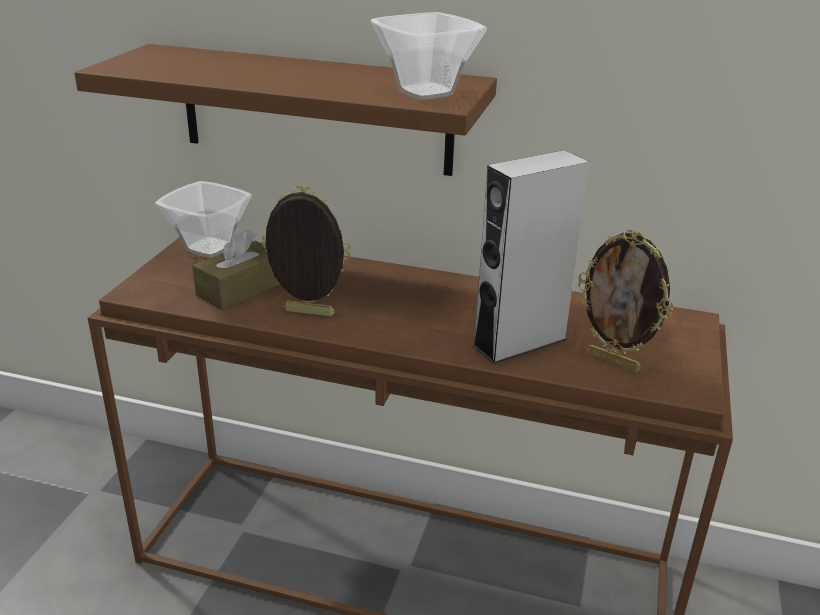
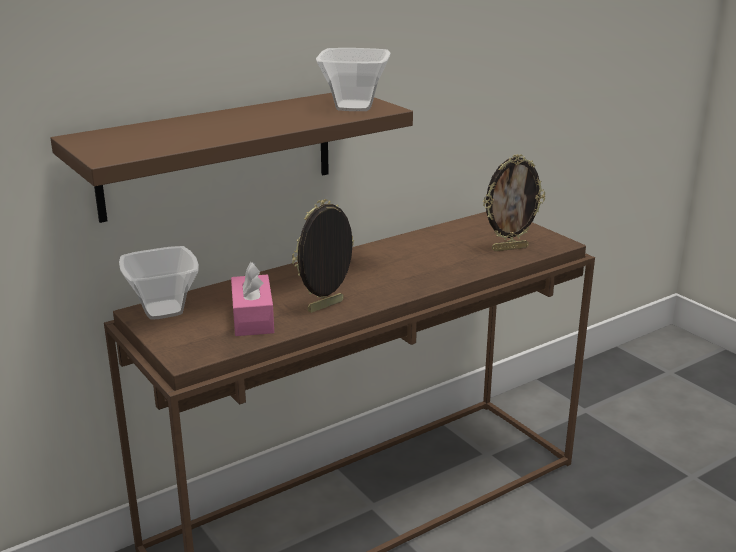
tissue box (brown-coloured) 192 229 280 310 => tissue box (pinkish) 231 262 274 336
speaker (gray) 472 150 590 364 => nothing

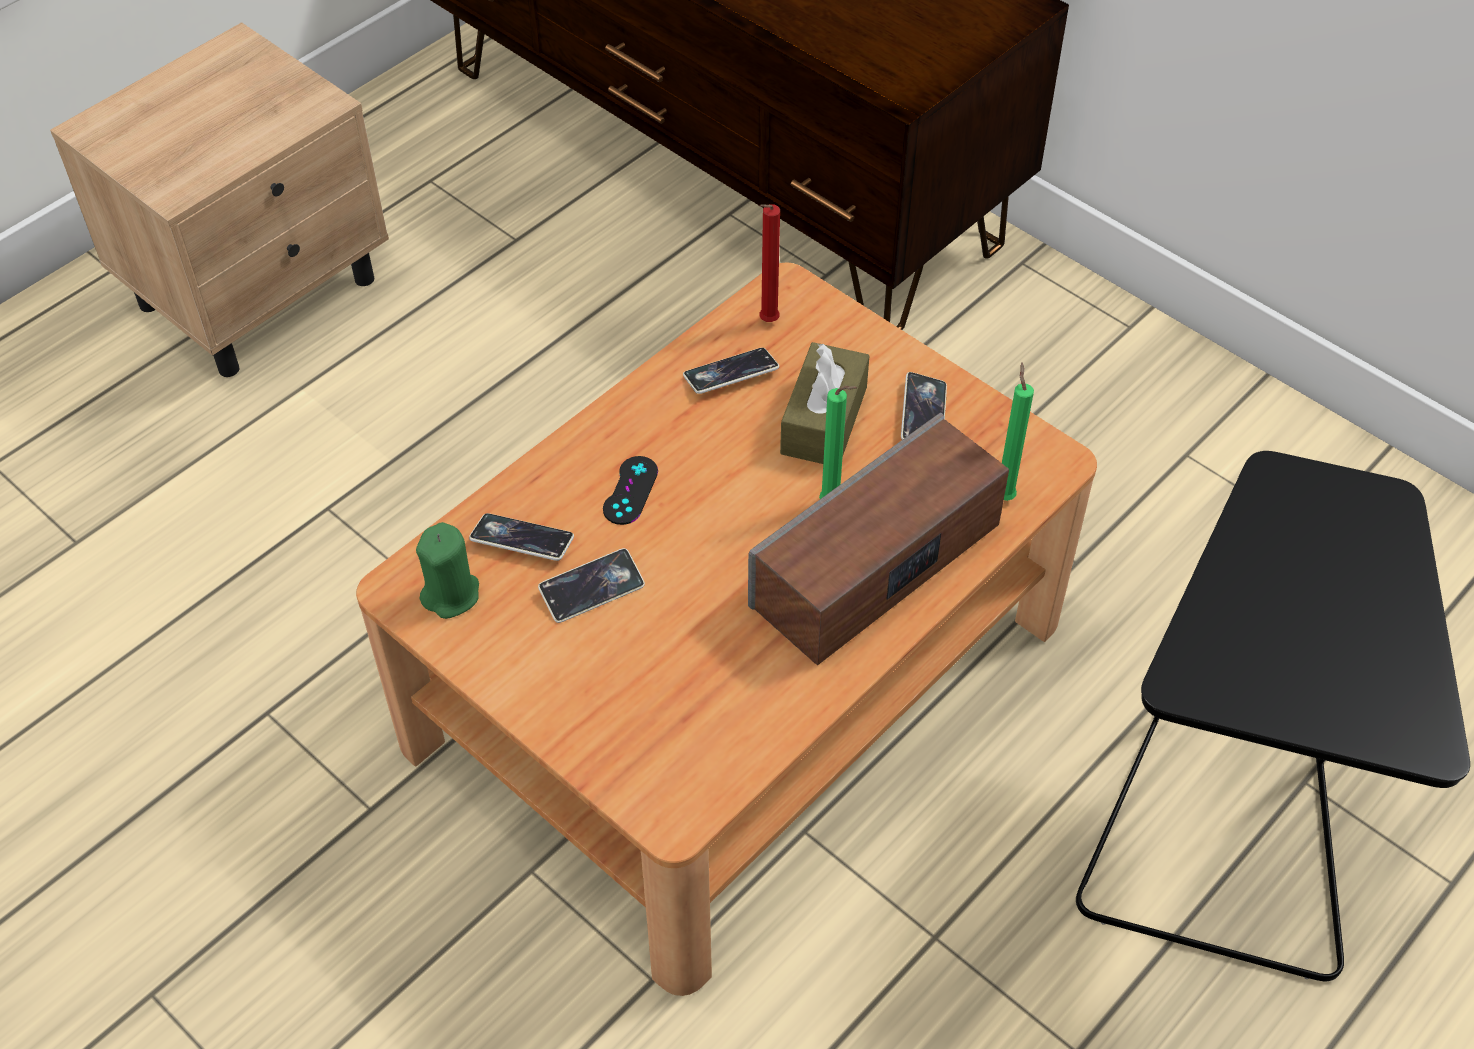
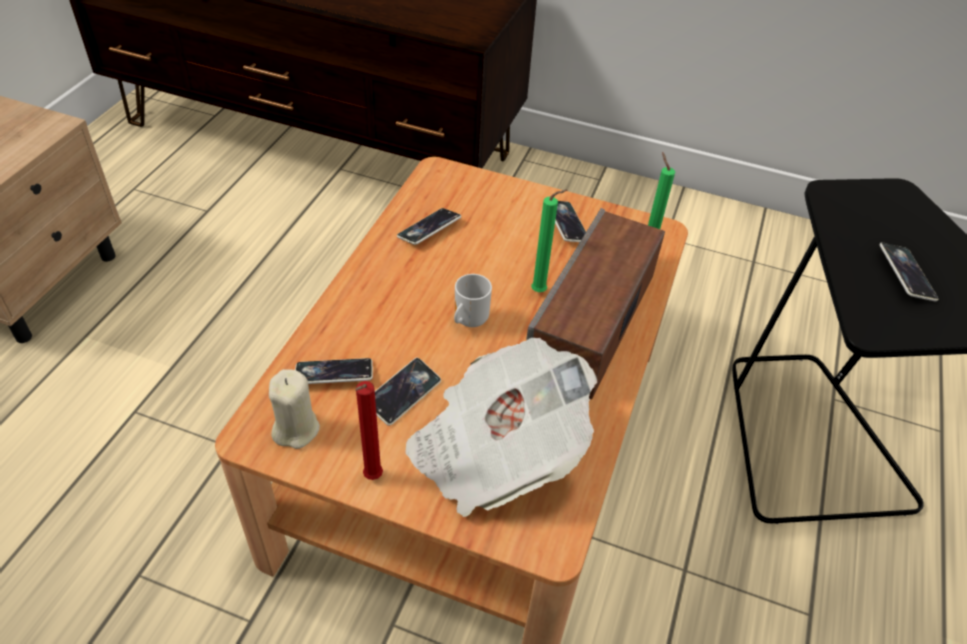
wax candle (green) 416 522 479 619 => wax candle (sand-coloured) 269 369 320 449
gamepad (blackish) 603 456 658 525 => nothing
wax candle (red-coloured) 759 204 780 322 => wax candle (red-coloured) 355 381 383 480, move
tissue box (brown-coloured) 780 342 870 464 => nothing
nothing => daily paper 405 338 597 517
nothing => coffee mug 454 274 492 327
nothing => handset 879 242 938 301

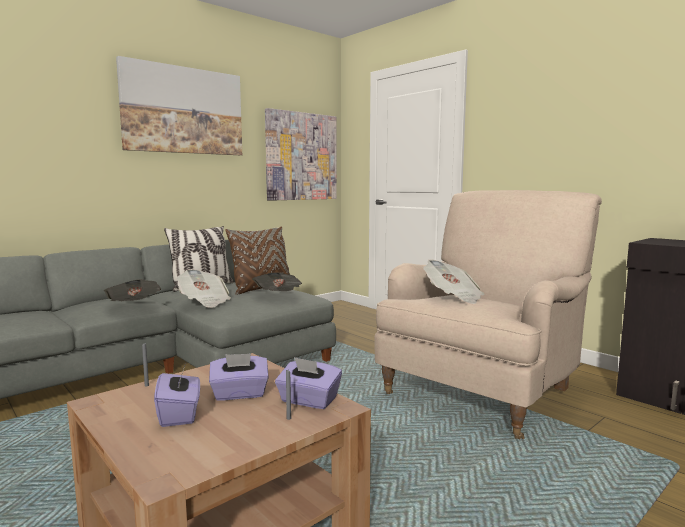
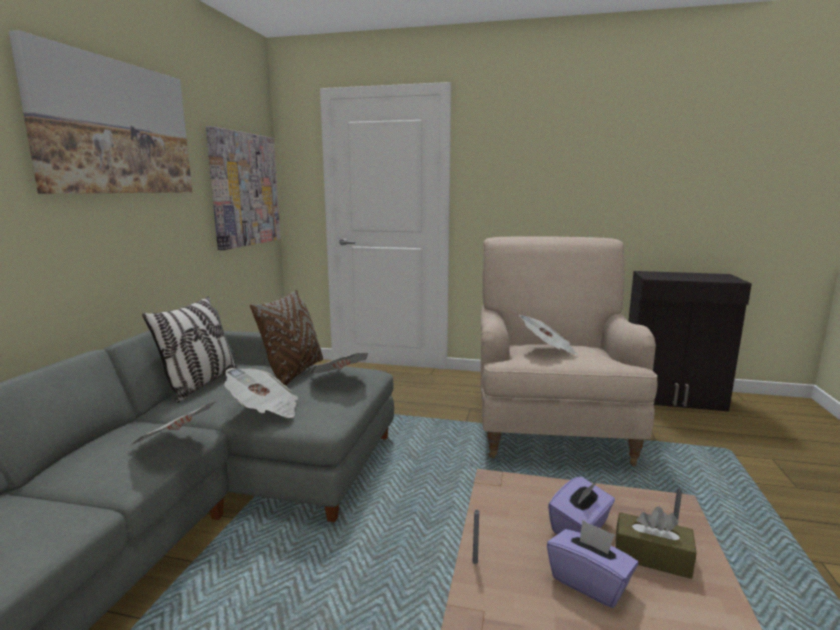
tissue box (purplish) 275 357 342 409 => nothing
nothing => tissue box (brown-coloured) 615 507 697 579

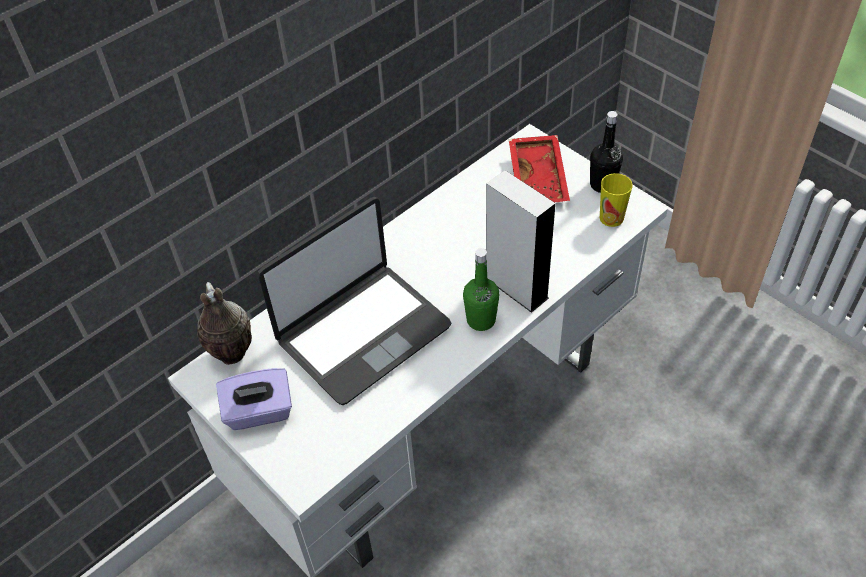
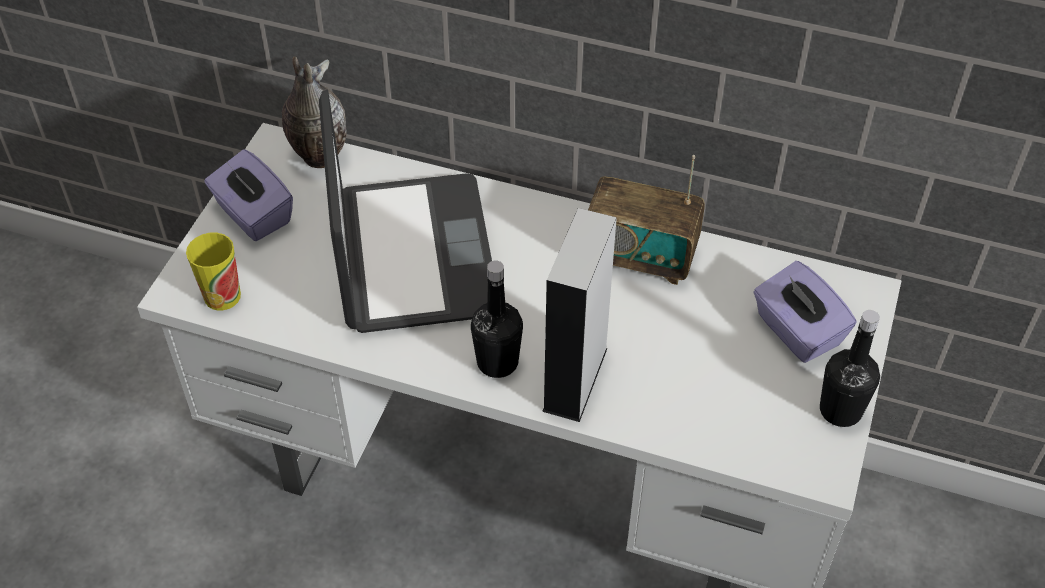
notebook computer 257 197 451 405 => notebook computer 319 90 492 333, 120 degrees counterclockwise
bottle (green) 463 248 499 331 => bottle (blackish) 471 261 523 378
tray (red-coloured) 509 135 570 202 => tissue box (purplish) 753 261 857 363
cup 600 173 633 227 => cup 186 233 241 310, move
nothing => radio set 588 155 705 285

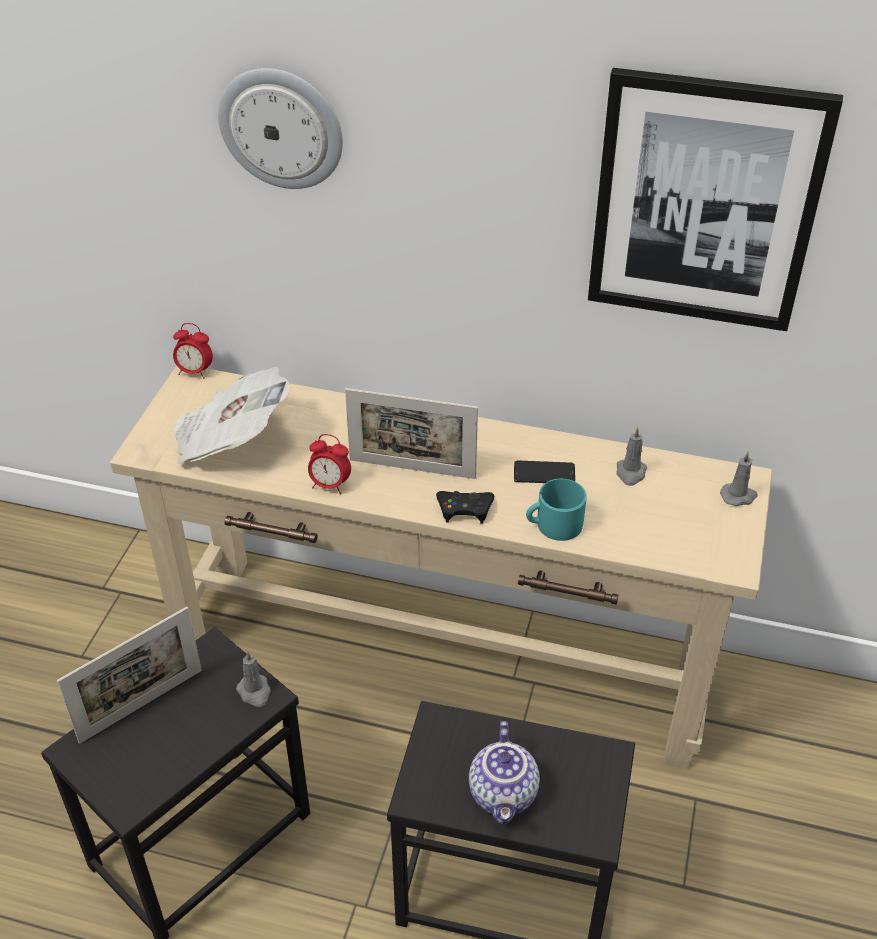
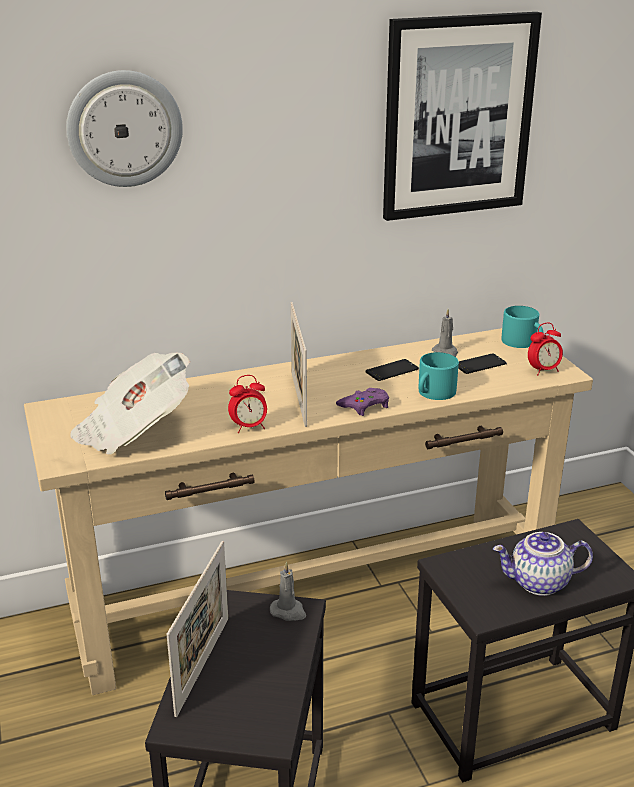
bedside clock 173 323 213 379 => bedside clock 528 323 563 375, move
photo frame 345 388 478 479 => photo frame 291 302 307 427, 105 degrees clockwise
gamepad (blackish) 436 491 494 524 => gamepad (purplish) 336 388 389 416
tea pot 469 721 540 824 => tea pot 493 532 593 596, 120 degrees clockwise
wax candle (gray) 720 451 758 506 => coffee mug (turquoise) 502 306 543 348
nothing => handset 458 354 507 374

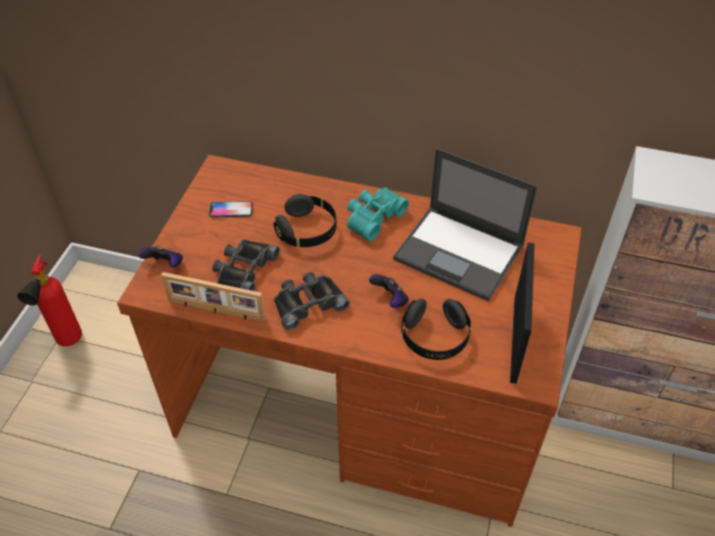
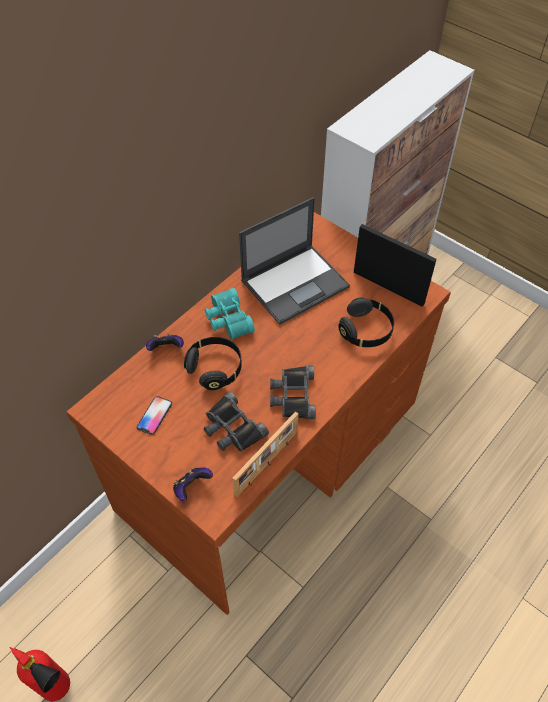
gamepad 369 274 409 308 => gamepad 146 333 184 351, move

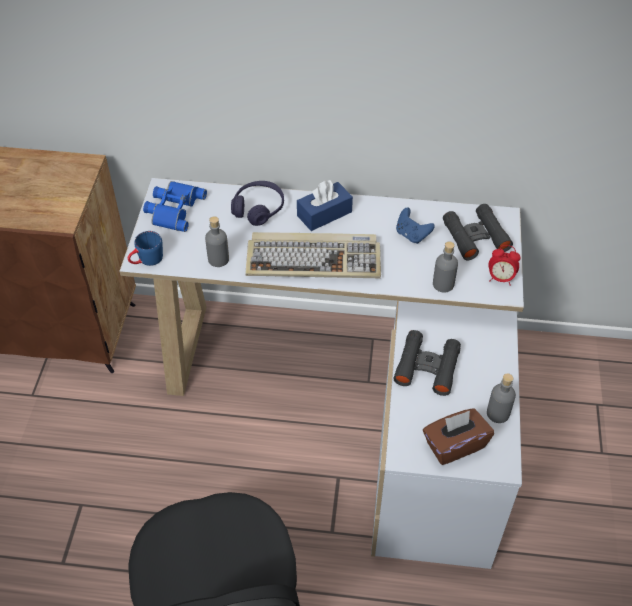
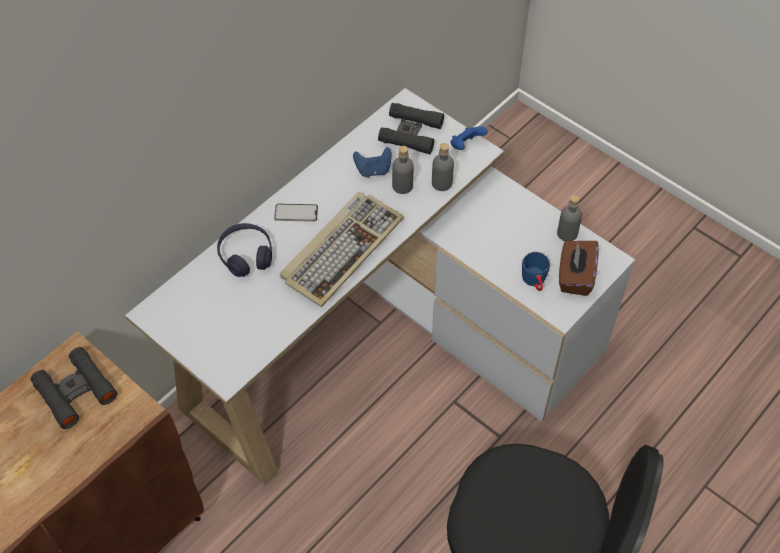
coffee mug (blue) 127 231 163 266 => coffee mug (blue) 522 252 550 291, move
pair of binoculars (blue) 143 181 207 232 => nothing
bottle (gray) 205 216 229 267 => bottle (gray) 392 146 414 194, move
tissue box (blue) 297 180 353 231 => handset 274 204 318 222
pair of binoculars (blackish) 393 330 461 396 => pair of binoculars (blackish) 31 347 117 429, move
bedside clock 488 245 521 286 => gamepad (blue) 451 126 488 150

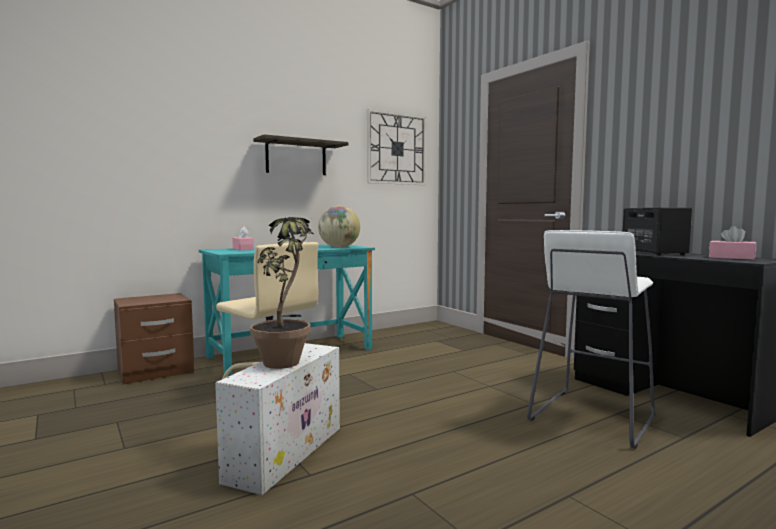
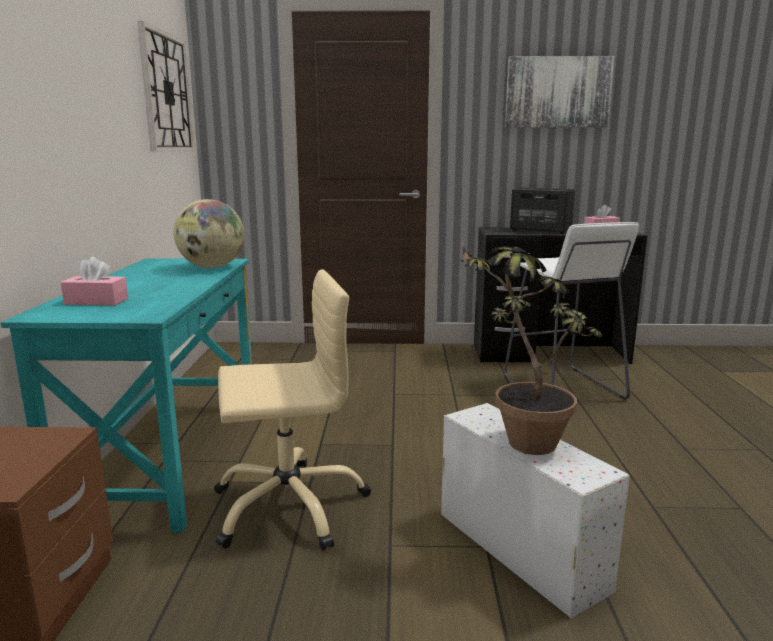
shelf 253 134 349 175 => nothing
nothing => wall picture 505 56 615 128

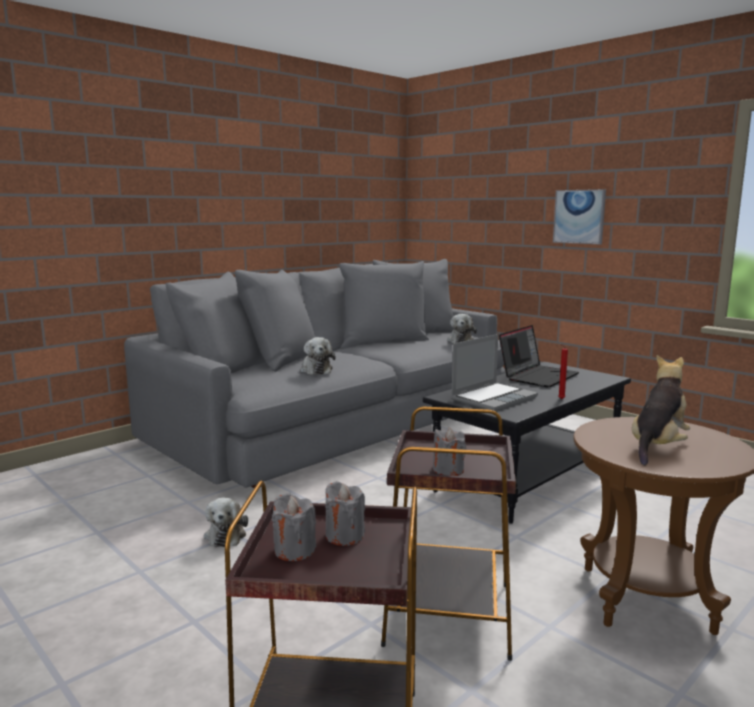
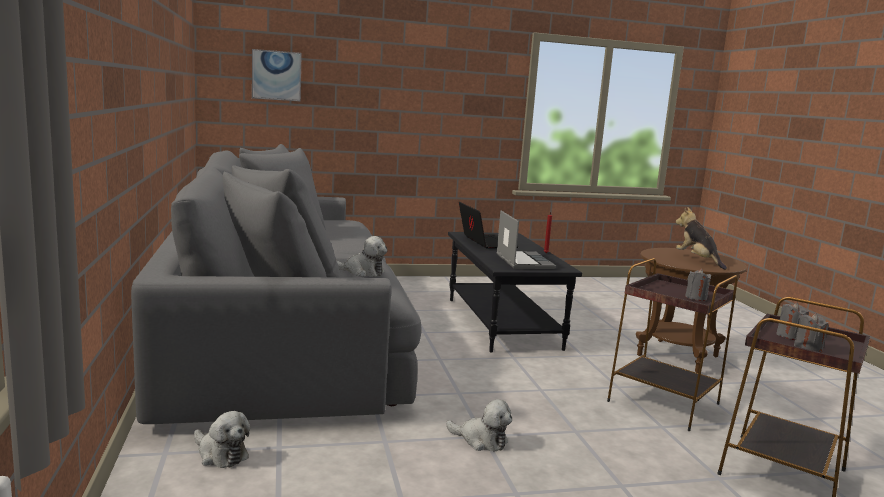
soft toy 447 314 477 343 => soft toy 194 411 250 468, move
wall picture 553 189 606 245 => wall picture 252 49 302 102, move

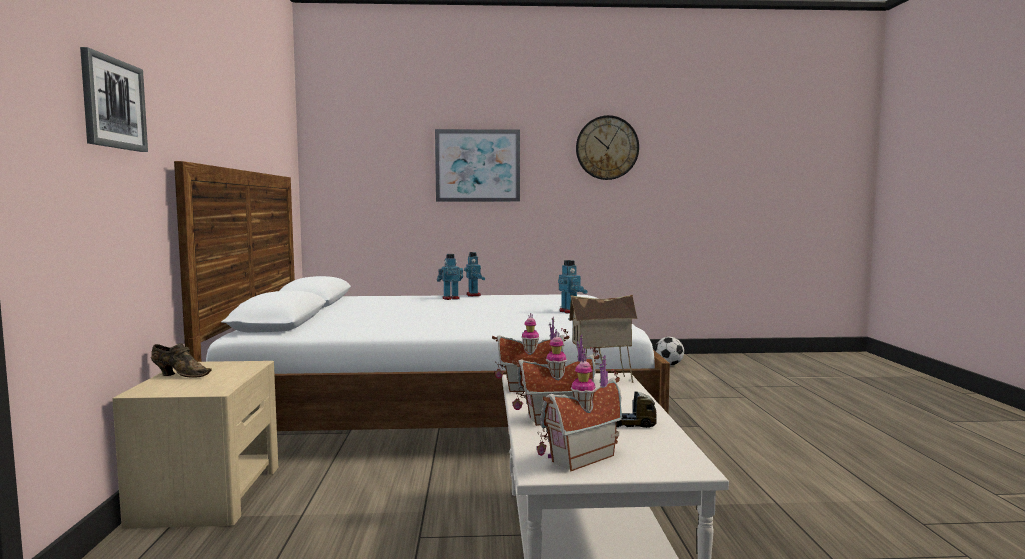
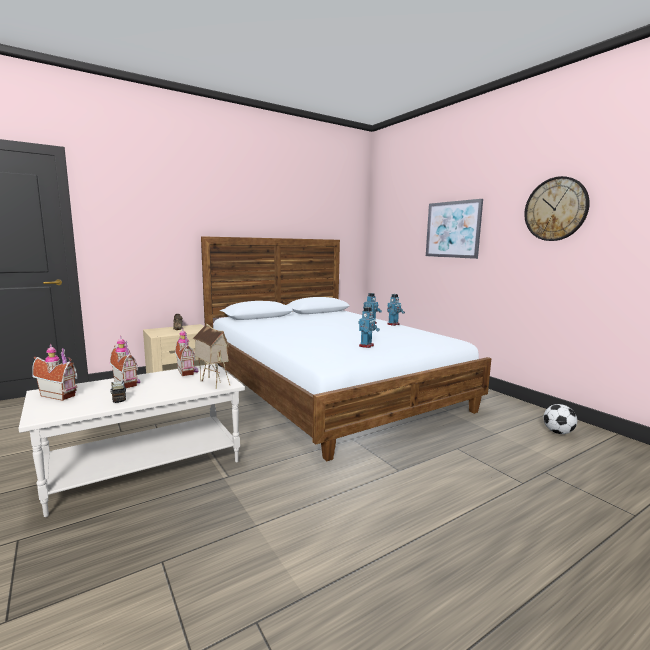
wall picture 80 47 148 152 => nothing

